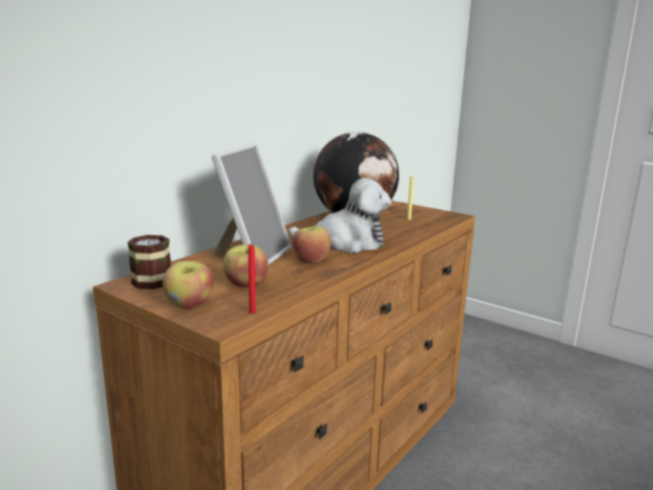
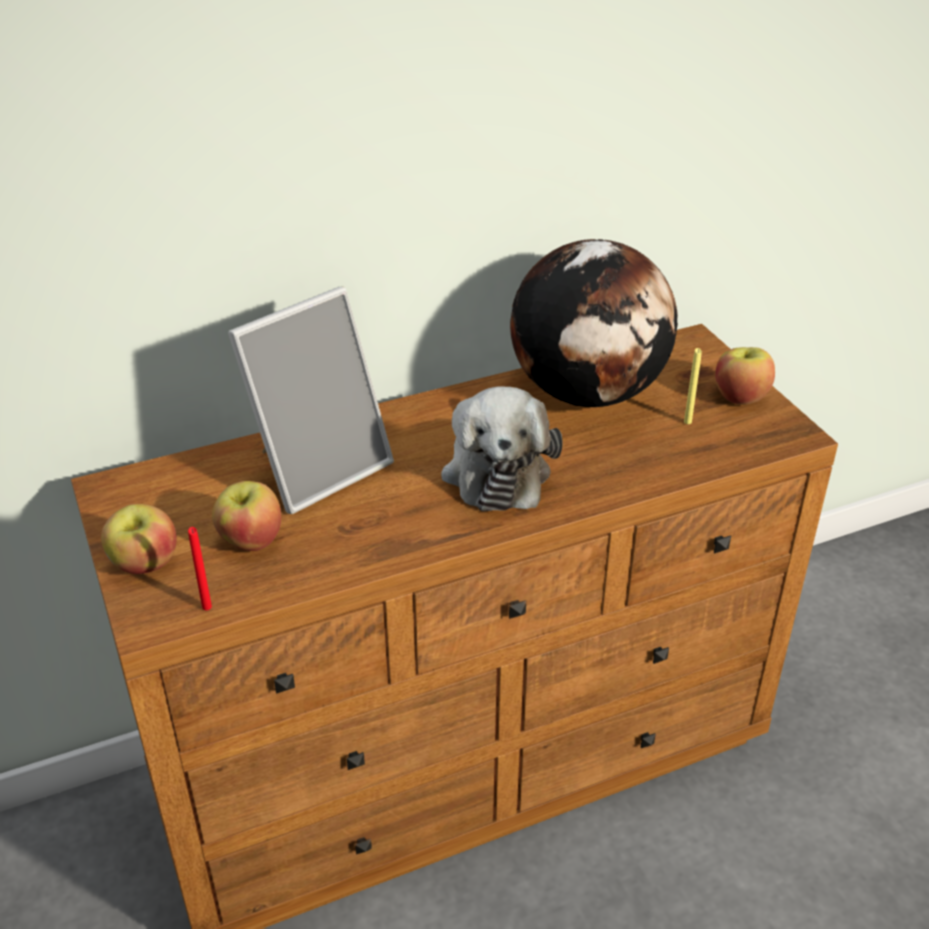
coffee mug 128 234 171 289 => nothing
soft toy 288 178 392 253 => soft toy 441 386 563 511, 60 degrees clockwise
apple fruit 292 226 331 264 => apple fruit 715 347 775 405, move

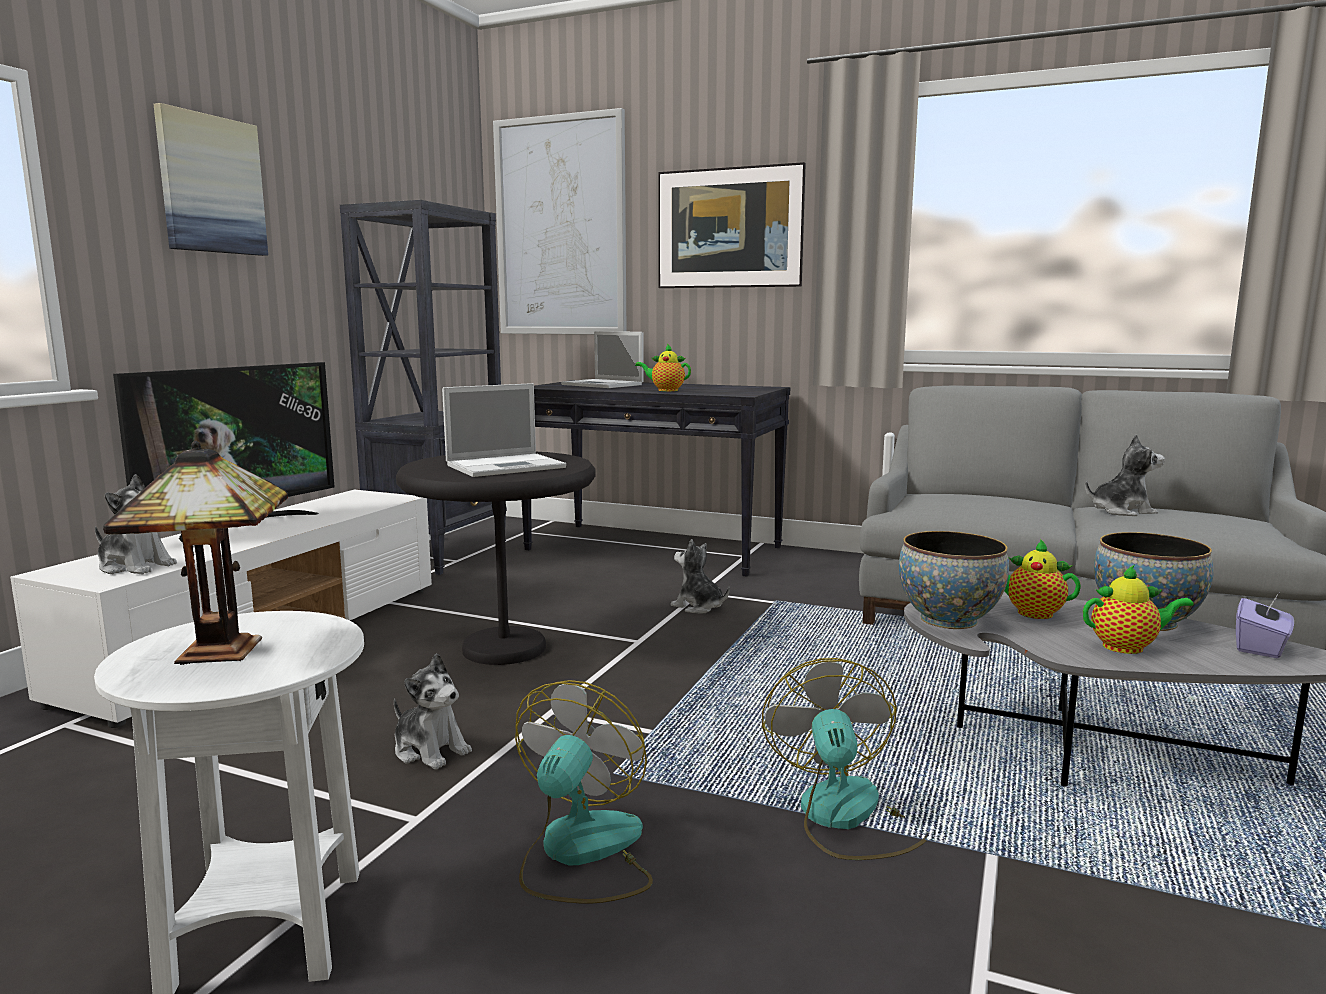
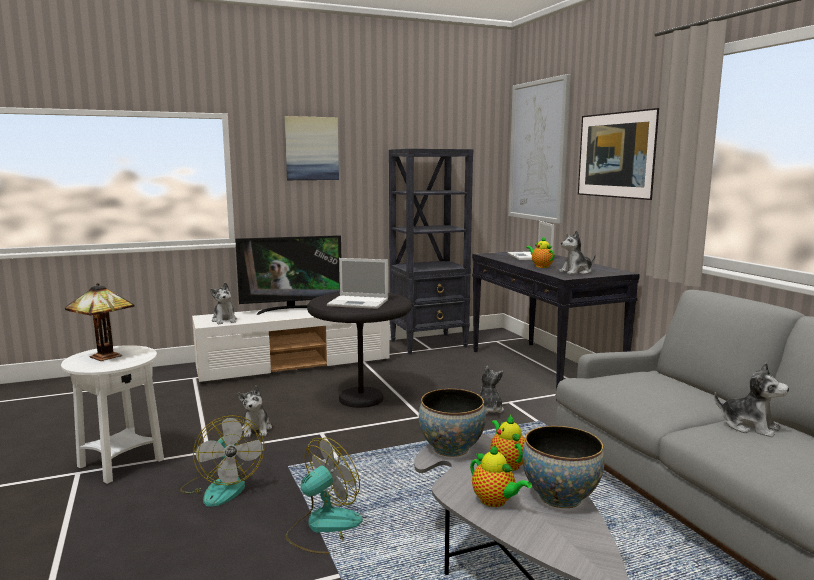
fan 515 680 653 904 => fan 180 415 264 507, 90 degrees clockwise
tissue box (purplish) 1236 592 1294 658 => nothing
nothing => soft toy 559 230 596 274

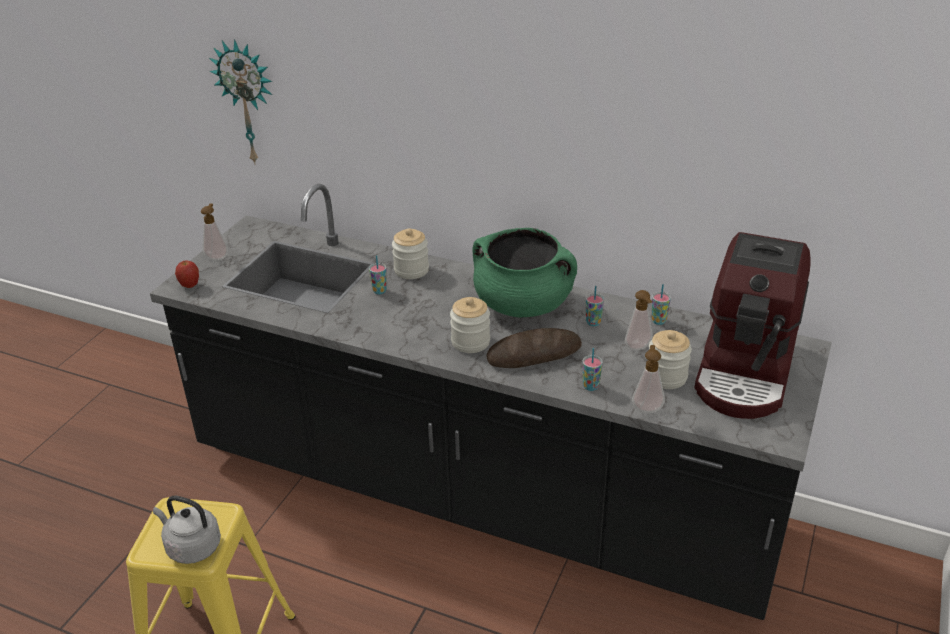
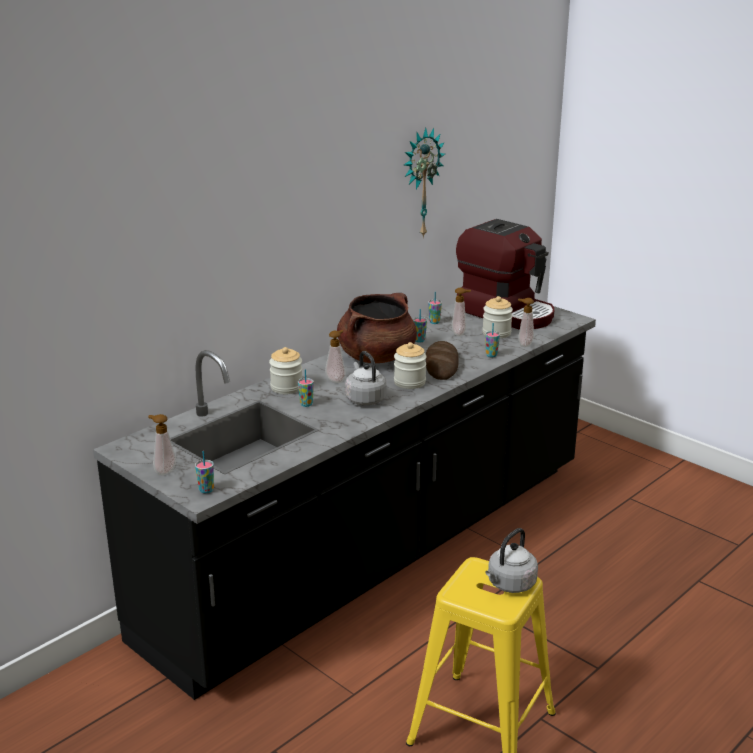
apple fruit 175 261 199 288 => cup 195 451 214 493
clock on the wall 209 39 272 165 => clock on the wall 404 127 445 238, move
saucepot (green) 473 228 577 317 => saucepot (brown-coloured) 337 293 417 363
nothing => liquid soap bottle 325 330 346 383
nothing => kettle (gray) 345 351 387 405

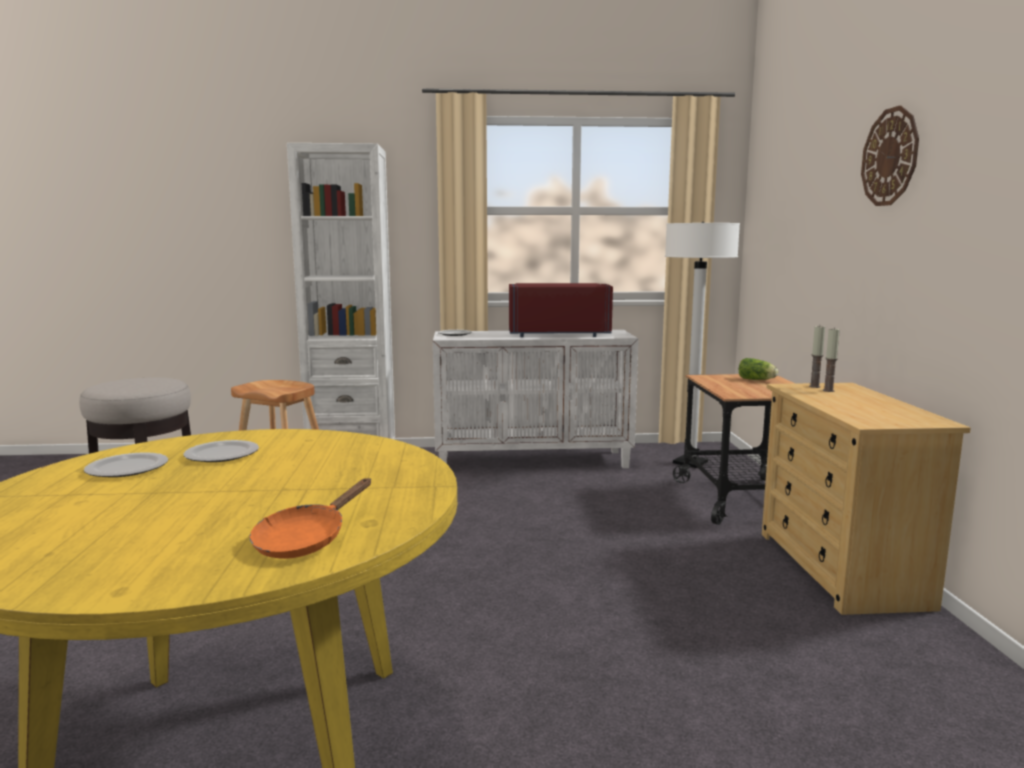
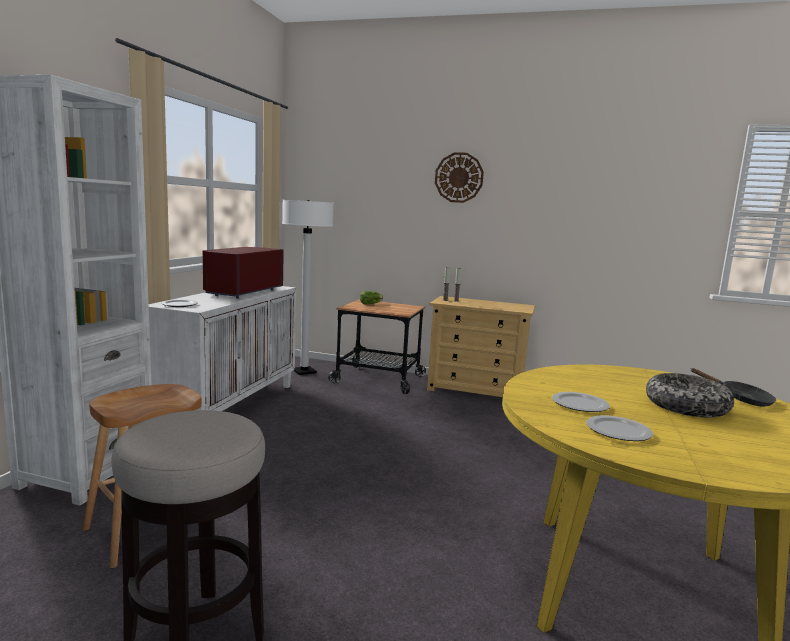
pan (orangey) 249 478 371 559 => pan (blackish) 690 368 776 407
nothing => serving bowl 646 373 734 417

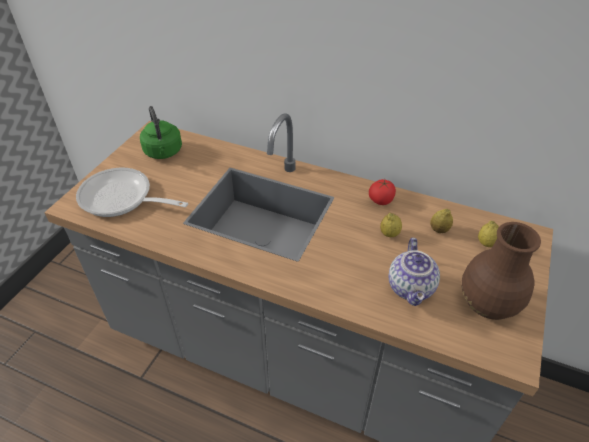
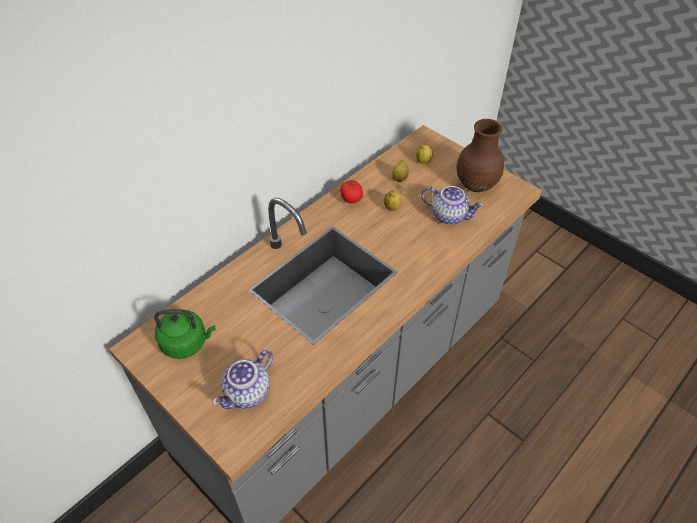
pan 76 168 188 217 => tea pot 213 350 273 409

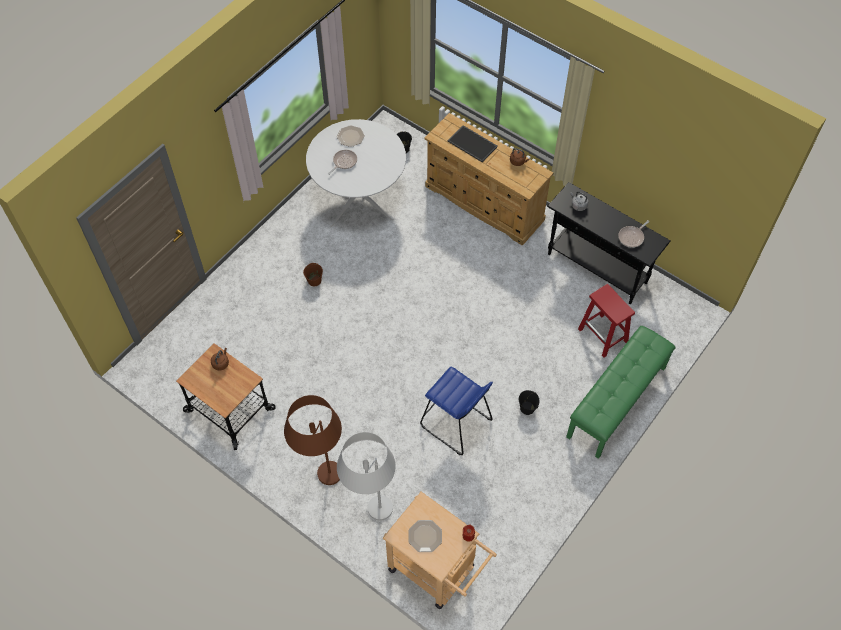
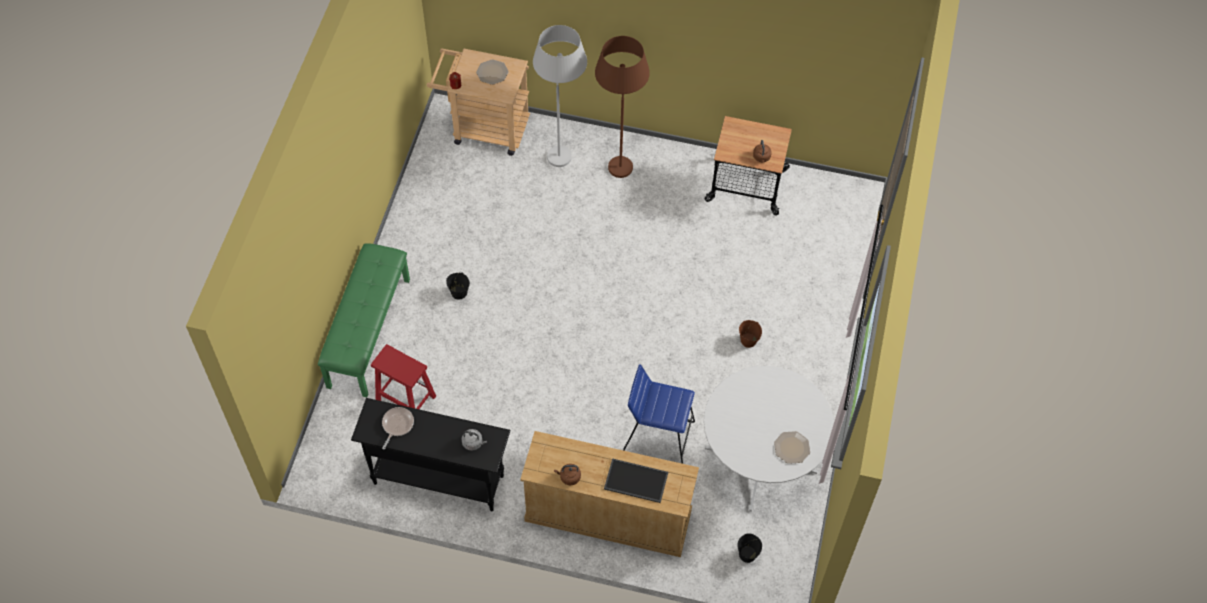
pan 328 150 357 175 => nothing
stool seat (blue) 420 367 493 455 => stool seat (blue) 623 364 695 464, move

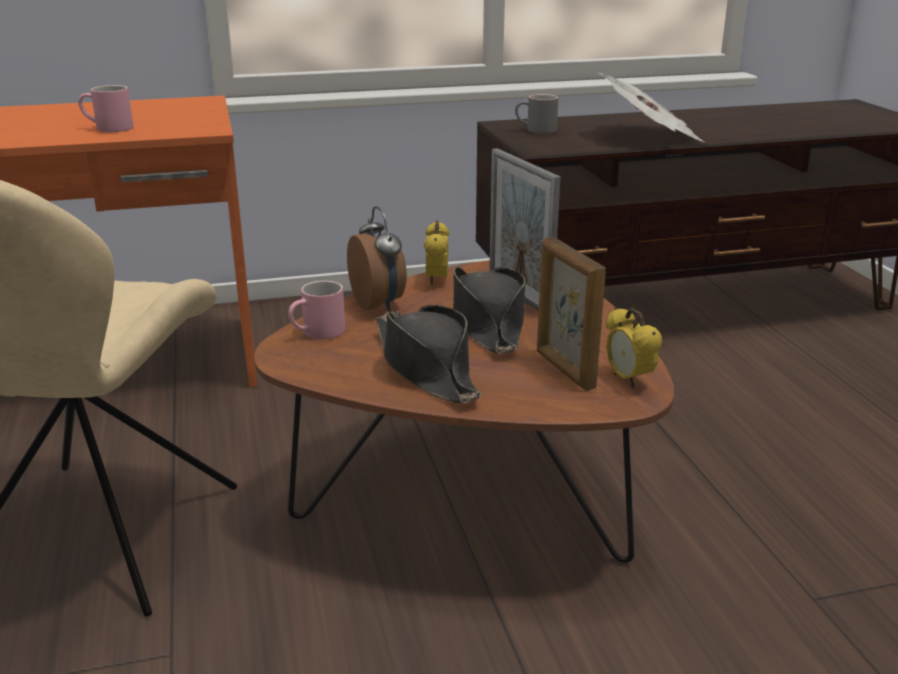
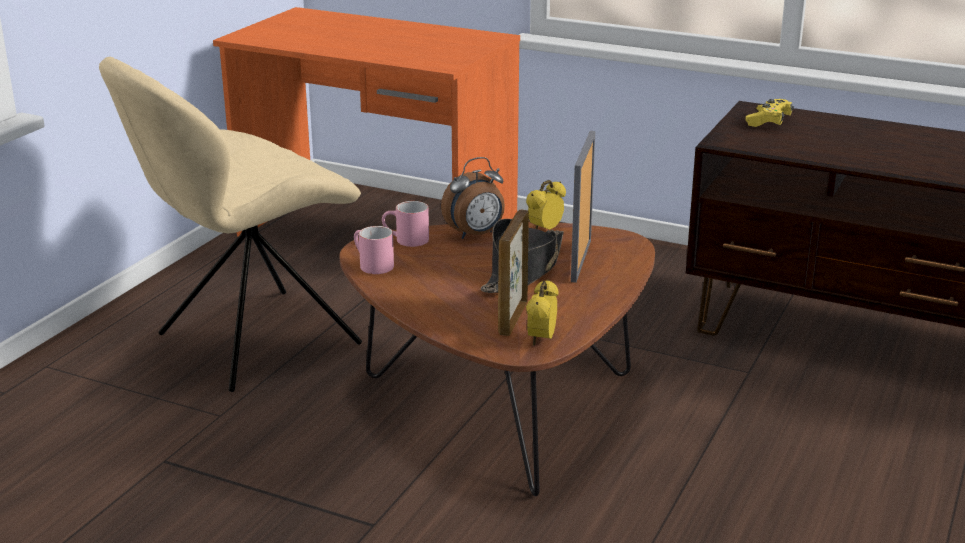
coffee mug (pinkish) 78 85 134 132 => coffee mug (pinkish) 354 226 394 274, move
bedside clock 347 206 407 312 => bedside clock 441 157 505 239, 45 degrees clockwise
hat (blackish) 376 305 481 403 => nothing
coffee mug (gray) 515 94 558 134 => gamepad (yellow-coloured) 745 99 794 127
daily paper 599 73 704 142 => nothing

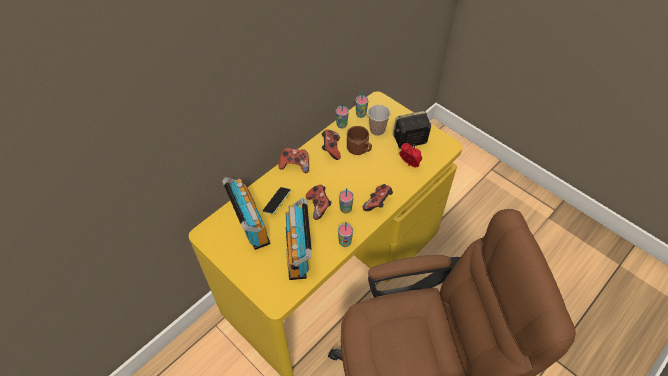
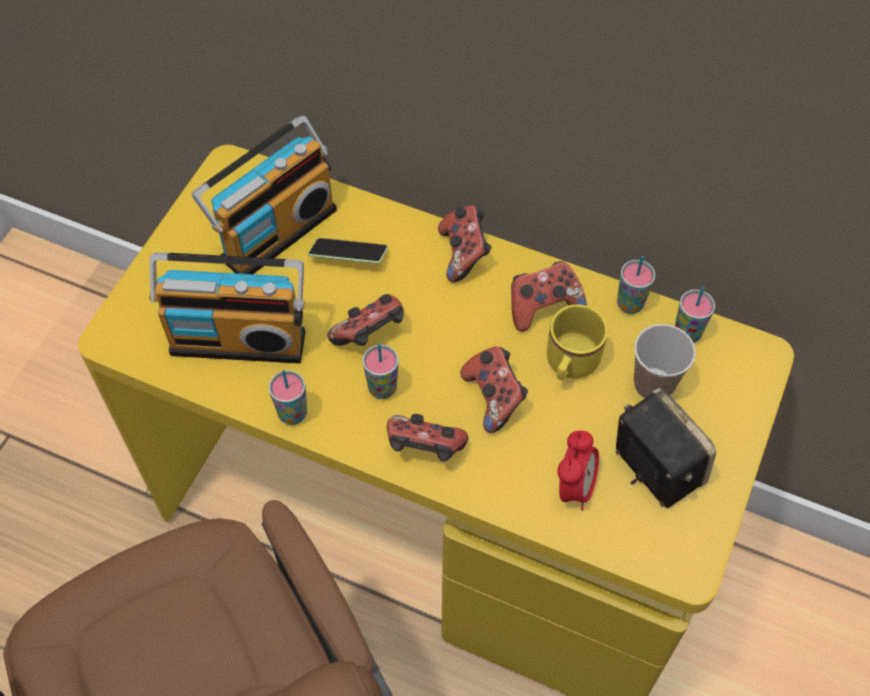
radio set 285 198 312 280 => radio set 149 252 305 364, 150 degrees counterclockwise
coffee mug (brown-coloured) 347 126 372 155 => coffee mug (yellow-coloured) 547 304 608 380
nothing => gamepad 460 347 528 433

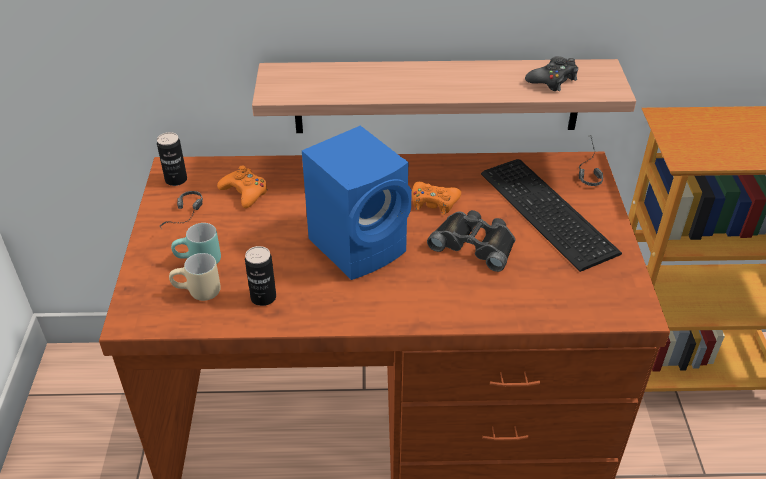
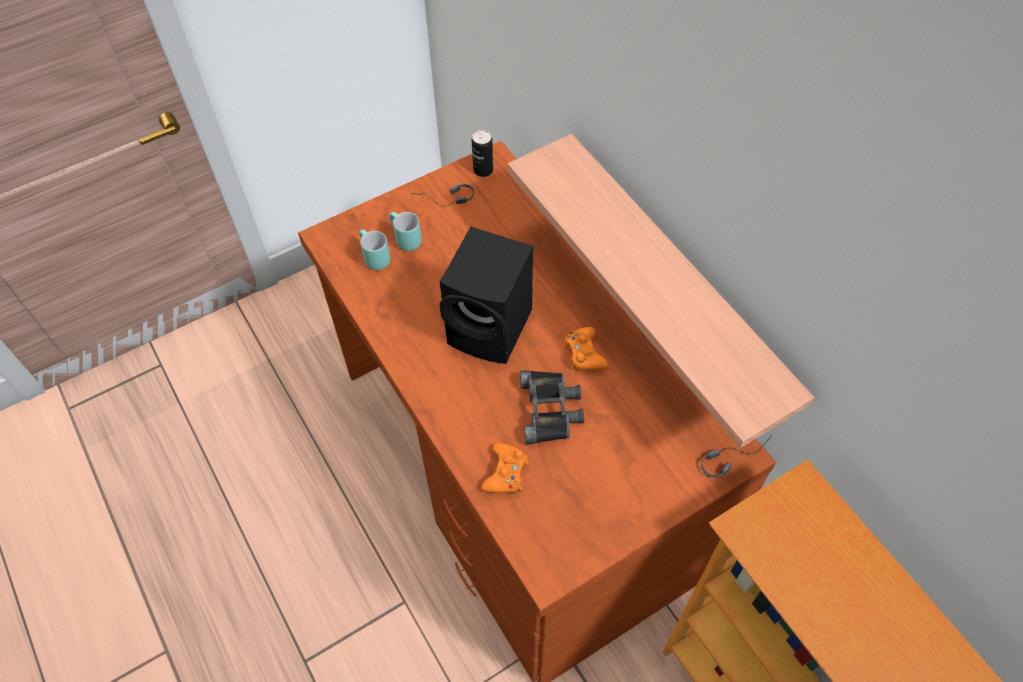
coffee mug (sand-coloured) 169 253 221 301 => coffee mug (turquoise) 359 229 390 270
gamepad (orangey) 217 165 267 208 => gamepad (orangey) 481 443 529 493, move
sealed can 245 246 276 306 => nothing
speaker (blue) 302 125 412 280 => speaker (blackish) 439 227 533 364
keyboard 481 159 622 272 => nothing
gamepad (blackish) 525 56 578 91 => nothing

